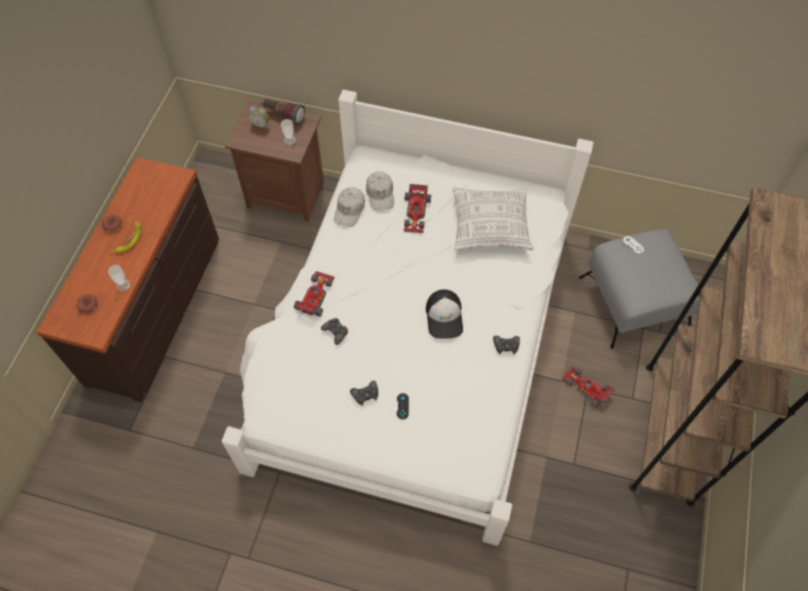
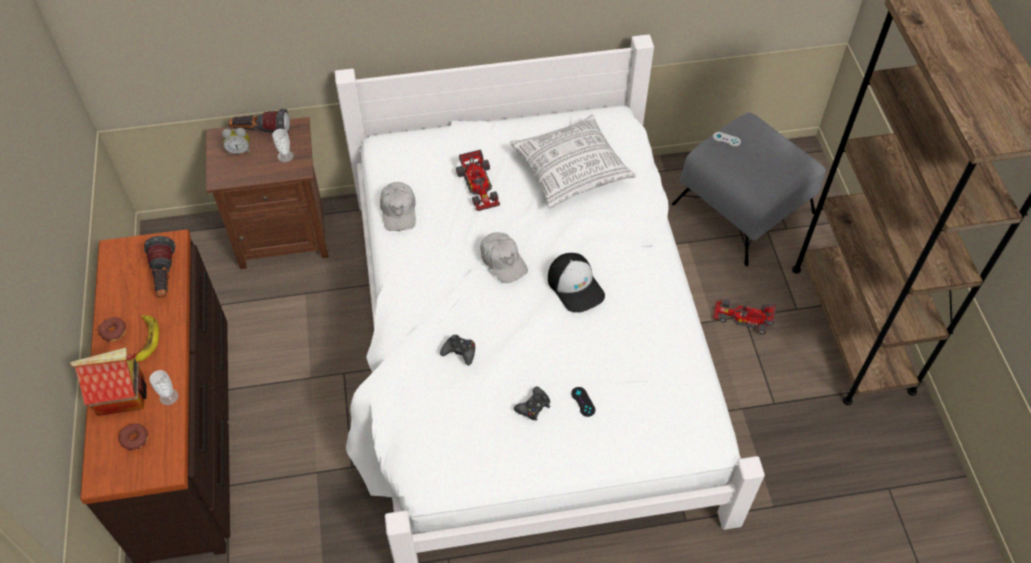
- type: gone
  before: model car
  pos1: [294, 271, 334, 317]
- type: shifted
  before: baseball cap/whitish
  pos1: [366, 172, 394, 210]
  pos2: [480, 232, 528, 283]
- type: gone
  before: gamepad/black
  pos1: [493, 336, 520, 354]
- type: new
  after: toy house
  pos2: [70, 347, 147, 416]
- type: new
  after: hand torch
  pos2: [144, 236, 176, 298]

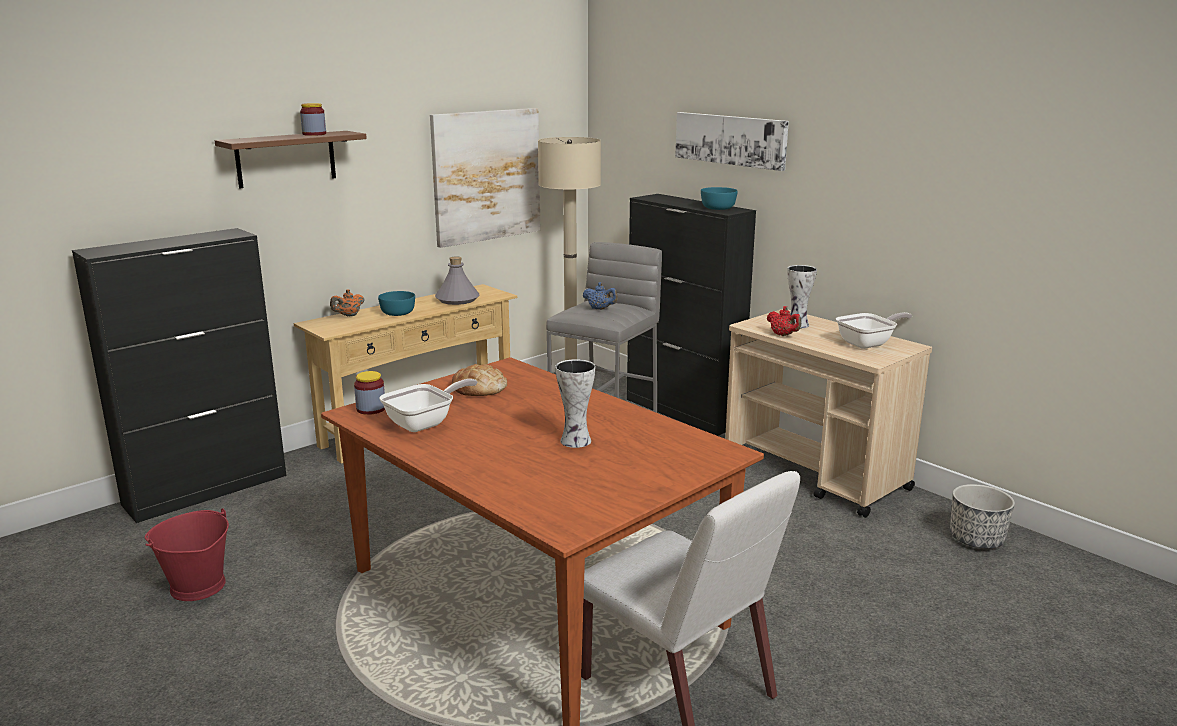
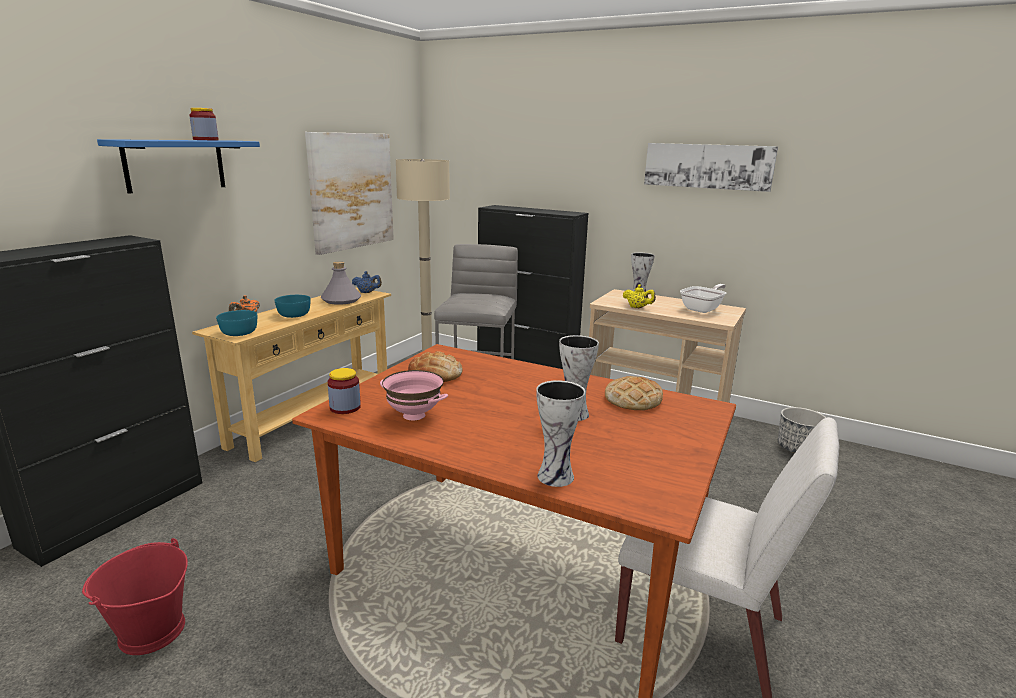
- type: repainted
  before: wall shelf/brownish
  after: wall shelf/blue-coloured
  pos1: [215, 131, 367, 188]
  pos2: [97, 139, 260, 194]
- type: swapped
  before: frying pan
  after: deep dish/pink-coloured
  pos1: [379, 379, 478, 432]
  pos2: [380, 370, 448, 421]
- type: shifted
  before: pot for tea/blue-coloured
  pos1: [583, 282, 618, 310]
  pos2: [352, 271, 382, 293]
- type: shifted
  before: wall picture
  pos1: [675, 112, 789, 171]
  pos2: [644, 143, 778, 192]
- type: shifted
  before: deep dish/turquoise-coloured
  pos1: [701, 187, 738, 210]
  pos2: [216, 310, 257, 336]
- type: repainted
  before: pot for tea/reddish
  after: pot for tea/yellowish
  pos1: [767, 306, 801, 336]
  pos2: [623, 285, 656, 308]
- type: new
  after: flower vase
  pos2: [536, 380, 585, 487]
- type: new
  after: bread
  pos2: [605, 376, 663, 410]

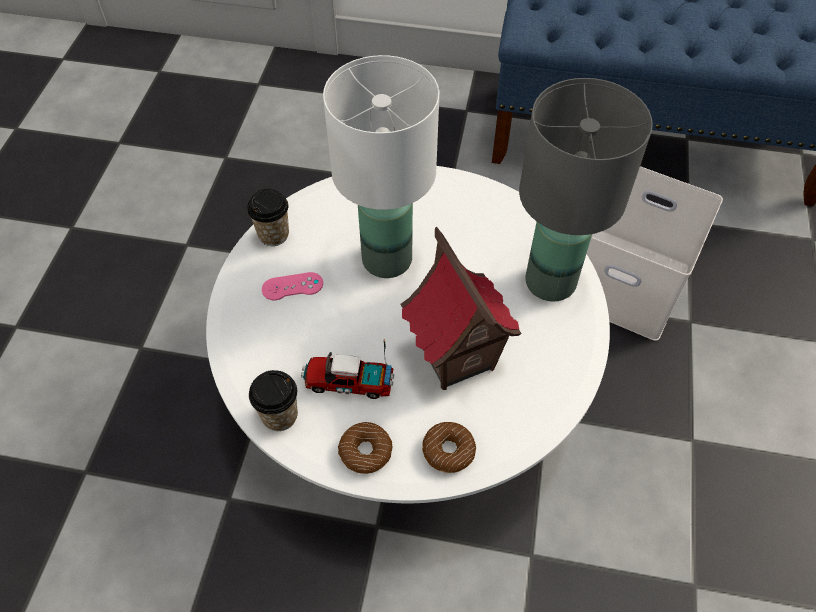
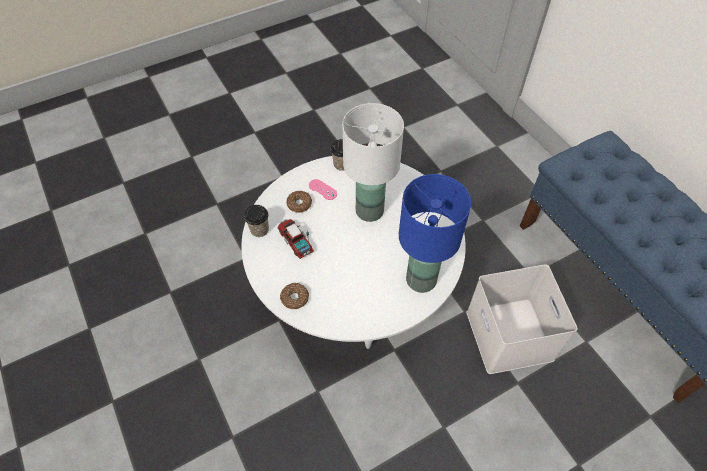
- type: shifted
  before: ring doughnut
  pos1: [338, 422, 392, 474]
  pos2: [286, 191, 312, 213]
- type: gone
  before: toy house
  pos1: [400, 227, 522, 390]
- type: repainted
  before: tabletop lamp/gray
  after: tabletop lamp/blue-coloured
  pos1: [519, 78, 653, 302]
  pos2: [399, 174, 471, 293]

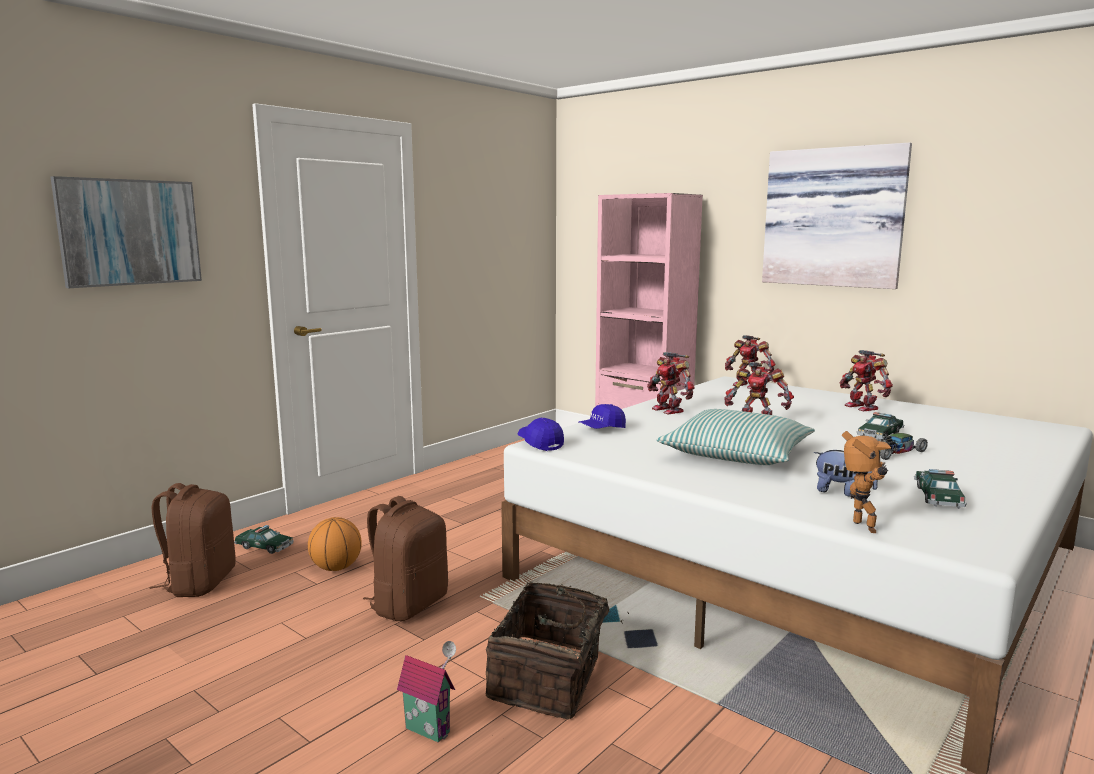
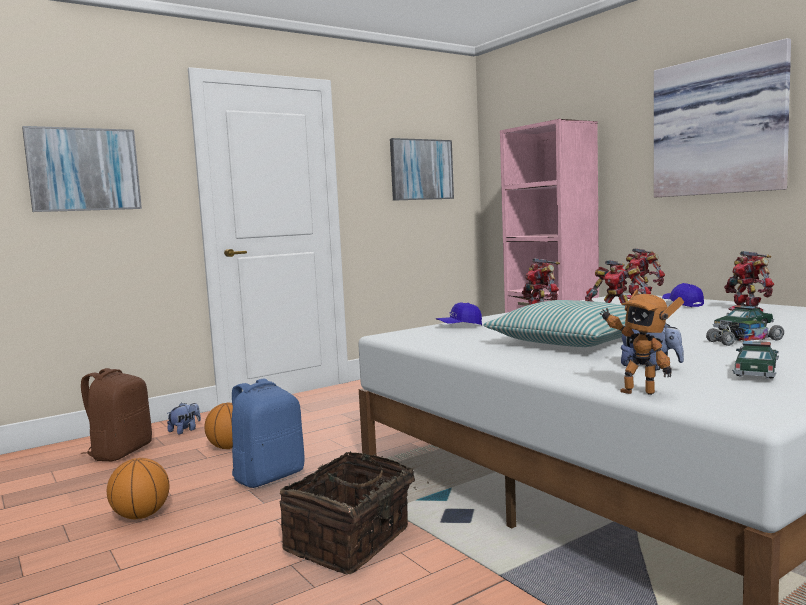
- type: swapped
  before: model car
  after: soft toy
  pos1: [234, 525, 294, 554]
  pos2: [167, 403, 201, 435]
- type: repainted
  before: knapsack/brownish
  after: knapsack/blue-coloured
  pos1: [363, 496, 448, 621]
  pos2: [232, 378, 304, 488]
- type: gone
  before: toy house
  pos1: [397, 641, 456, 742]
- type: shifted
  before: baseball cap/blue-coloured
  pos1: [518, 418, 564, 451]
  pos2: [662, 283, 704, 307]
- type: rotated
  before: toy robot
  pos1: [842, 431, 891, 533]
  pos2: [599, 289, 684, 395]
  turn: 120
- type: new
  after: basketball
  pos2: [107, 458, 169, 519]
- type: new
  after: wall picture
  pos2: [390, 138, 454, 201]

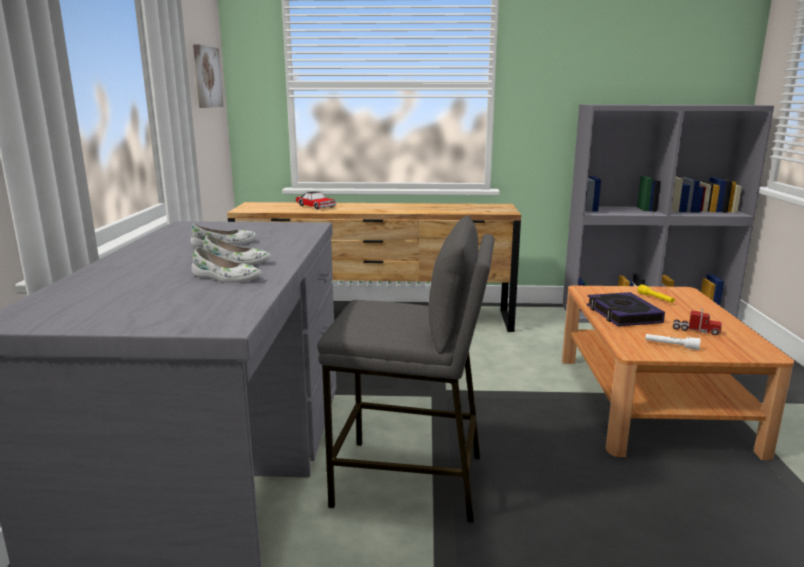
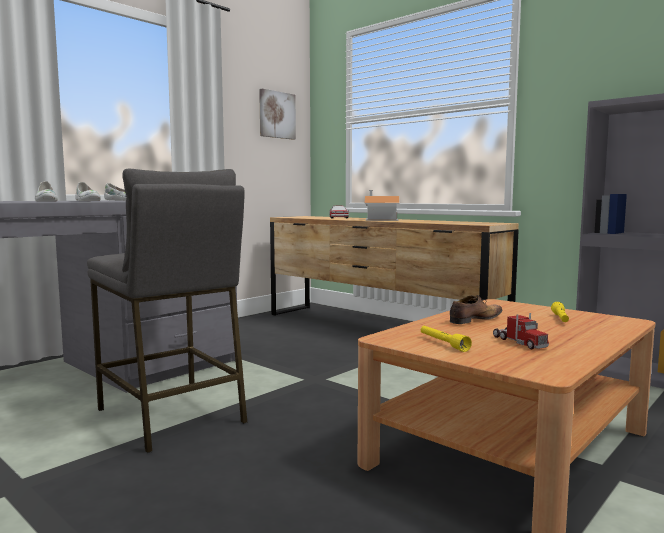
- type: swapped
  before: volume
  after: item of footwear
  pos1: [587, 292, 665, 326]
  pos2: [450, 295, 502, 324]
- type: repainted
  before: hand torch/whitish
  after: hand torch/yellowish
  pos1: [645, 334, 700, 350]
  pos2: [421, 326, 472, 352]
- type: new
  after: toy house
  pos2: [364, 190, 400, 221]

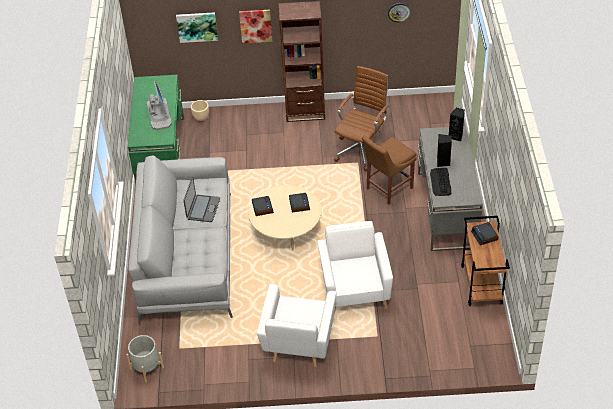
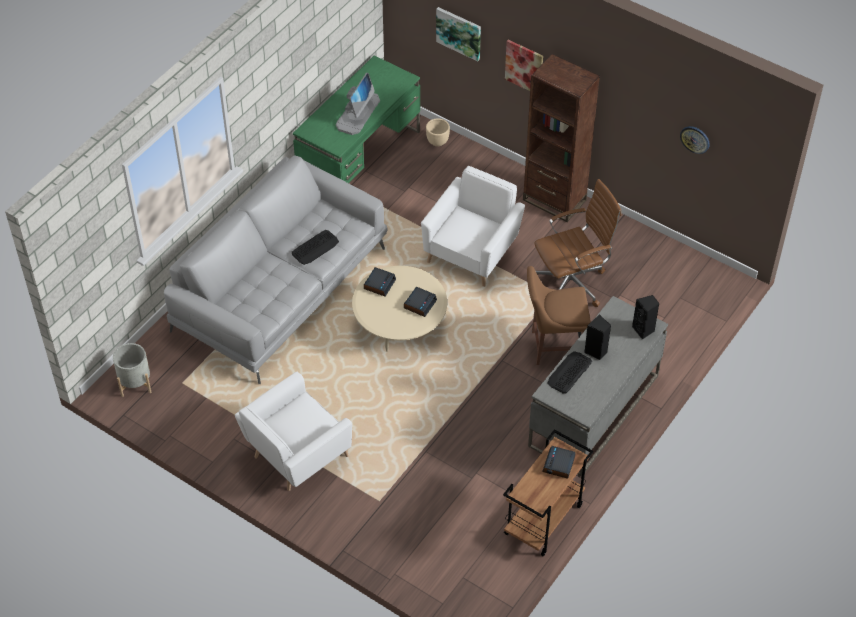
- type: swapped
  before: laptop
  after: PC keyboard
  pos1: [183, 177, 220, 222]
  pos2: [292, 230, 339, 265]
- type: shifted
  before: armchair/whitish
  pos1: [317, 221, 393, 315]
  pos2: [421, 166, 525, 287]

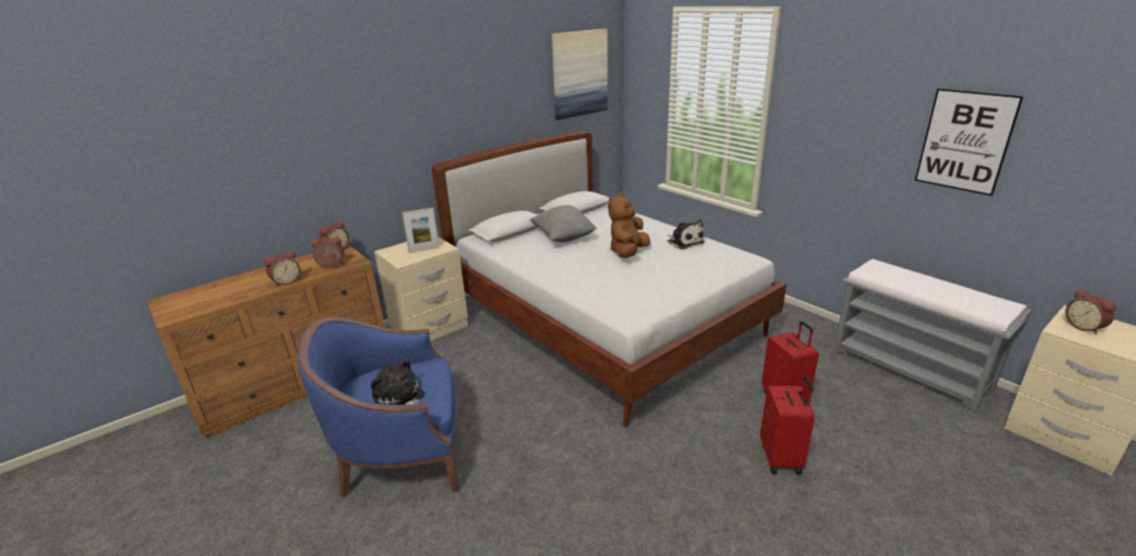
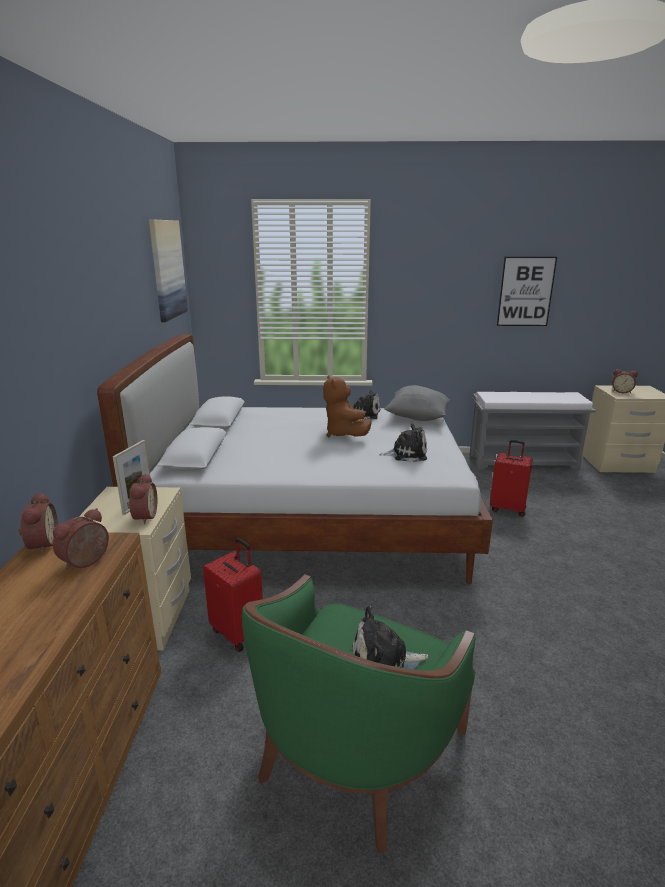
- type: shifted
  before: alarm clock
  pos1: [264, 250, 300, 287]
  pos2: [127, 474, 157, 524]
- type: repainted
  before: armchair/blue-coloured
  after: armchair/green
  pos1: [297, 317, 459, 497]
  pos2: [242, 574, 476, 853]
- type: shifted
  before: cushion/gray
  pos1: [530, 205, 597, 243]
  pos2: [384, 385, 450, 421]
- type: shifted
  before: travel case/reddish
  pos1: [760, 376, 815, 475]
  pos2: [203, 538, 263, 652]
- type: new
  after: soft toy
  pos2: [379, 423, 427, 462]

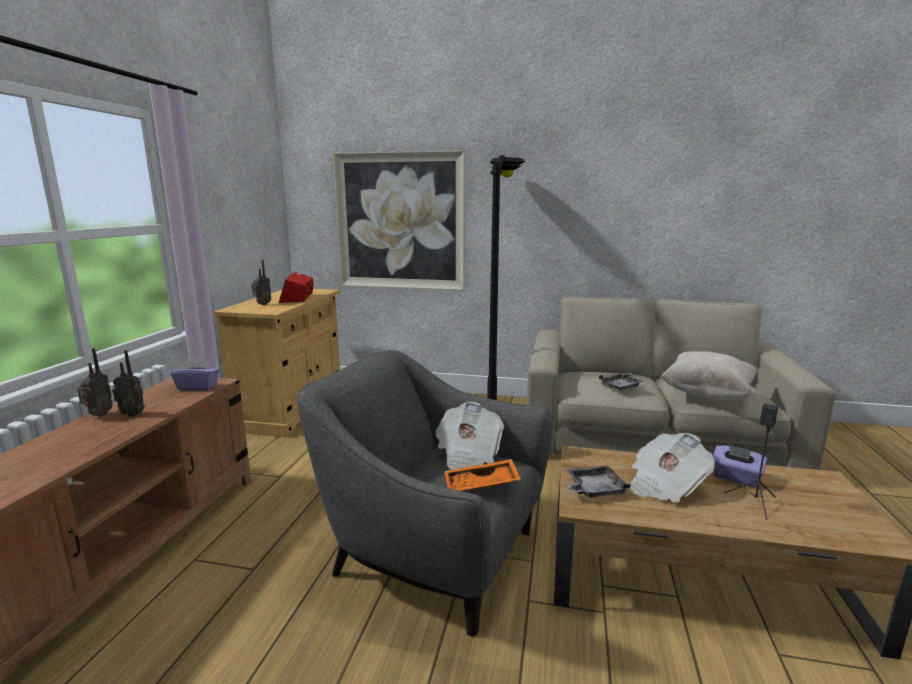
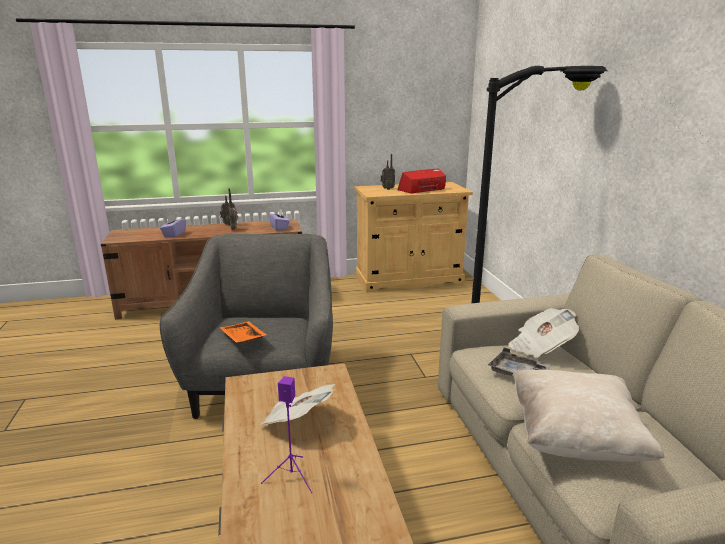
- type: gone
  before: wall picture
  pos1: [333, 150, 466, 291]
- type: shifted
  before: printed paper
  pos1: [435, 402, 504, 470]
  pos2: [508, 308, 579, 358]
- type: gone
  before: carrying tray/gray
  pos1: [566, 466, 631, 498]
- type: shifted
  before: box of tissues/purple-coloured
  pos1: [713, 445, 767, 487]
  pos2: [160, 214, 186, 237]
- type: repainted
  before: speaker/black
  after: speaker/purple-coloured
  pos1: [724, 404, 778, 520]
  pos2: [261, 376, 312, 493]

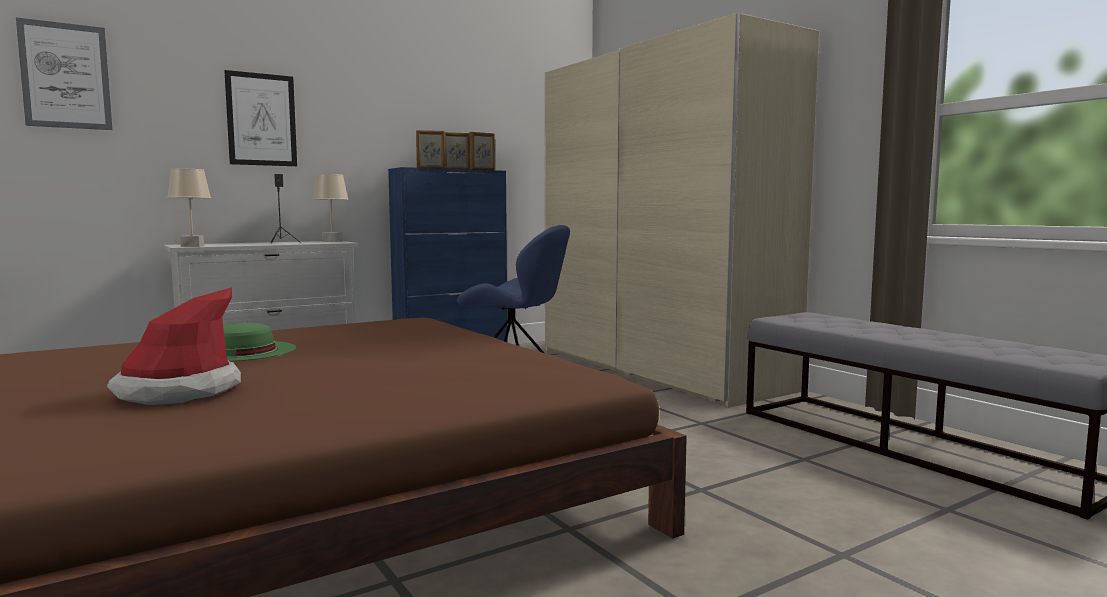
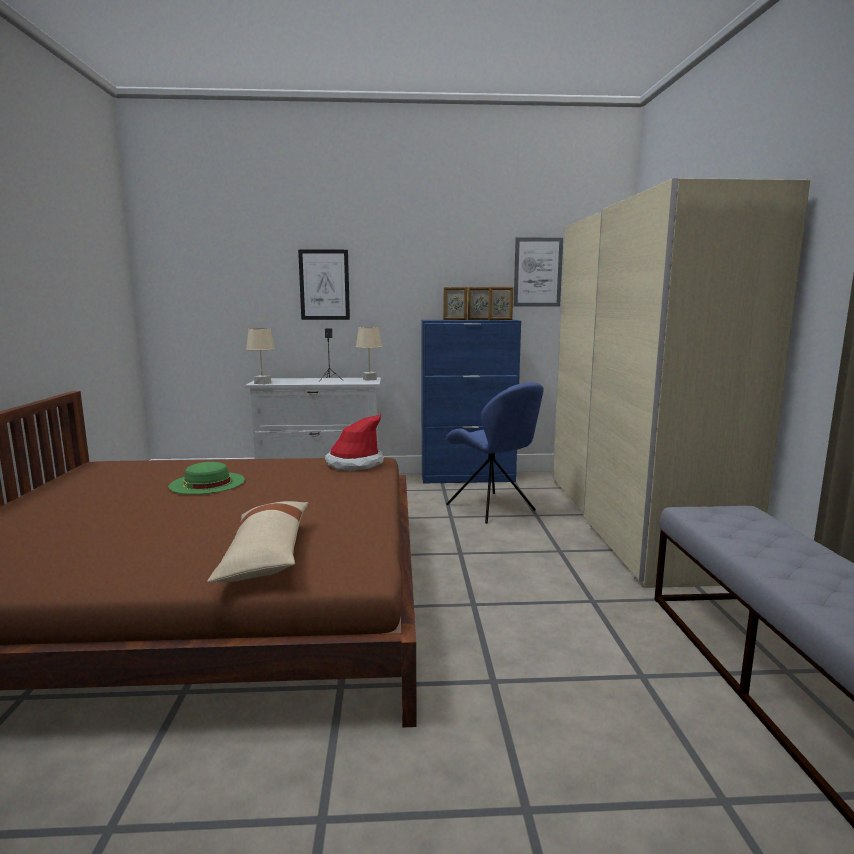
- type: shifted
  before: wall picture
  pos1: [16, 17, 112, 130]
  pos2: [514, 237, 563, 307]
- type: shifted
  before: wearable hat
  pos1: [107, 287, 241, 405]
  pos2: [325, 414, 384, 471]
- type: new
  after: cushion/beige-coloured
  pos2: [207, 501, 308, 583]

